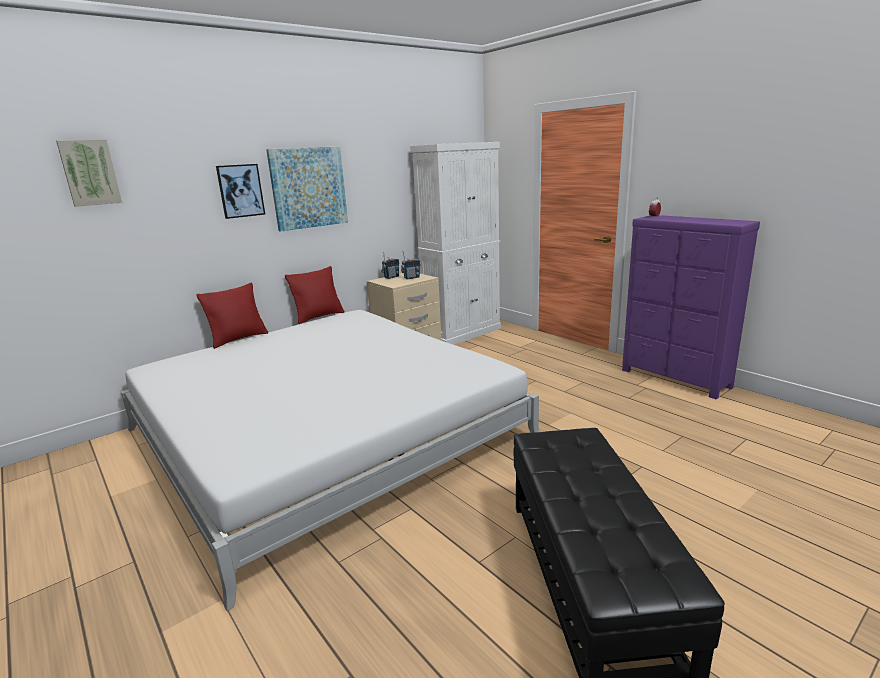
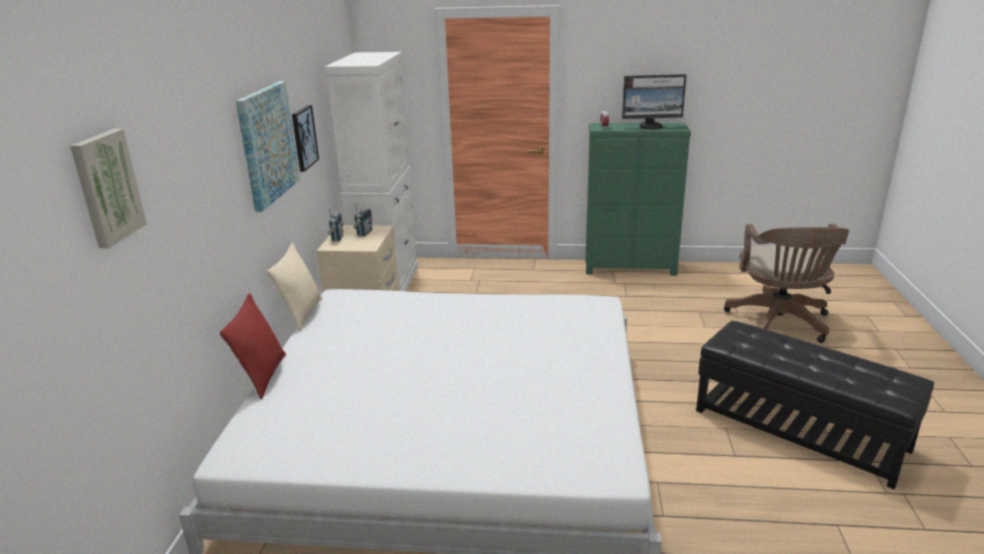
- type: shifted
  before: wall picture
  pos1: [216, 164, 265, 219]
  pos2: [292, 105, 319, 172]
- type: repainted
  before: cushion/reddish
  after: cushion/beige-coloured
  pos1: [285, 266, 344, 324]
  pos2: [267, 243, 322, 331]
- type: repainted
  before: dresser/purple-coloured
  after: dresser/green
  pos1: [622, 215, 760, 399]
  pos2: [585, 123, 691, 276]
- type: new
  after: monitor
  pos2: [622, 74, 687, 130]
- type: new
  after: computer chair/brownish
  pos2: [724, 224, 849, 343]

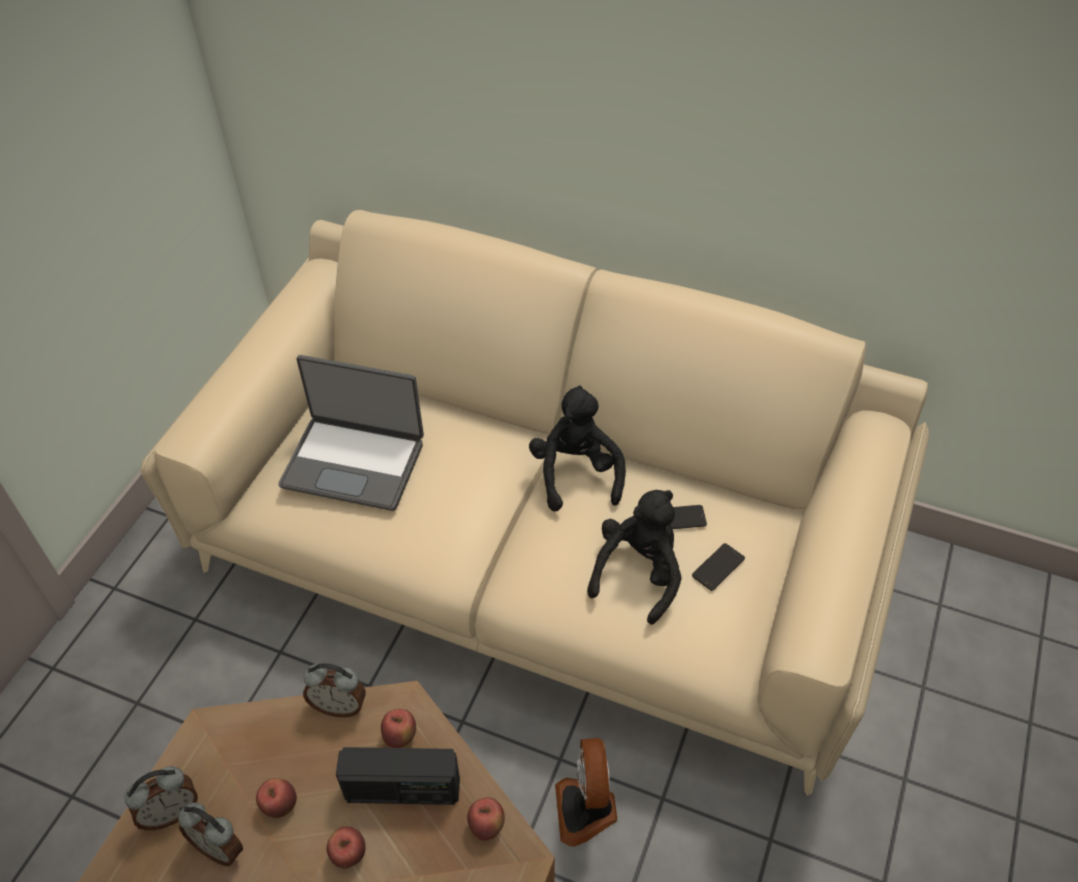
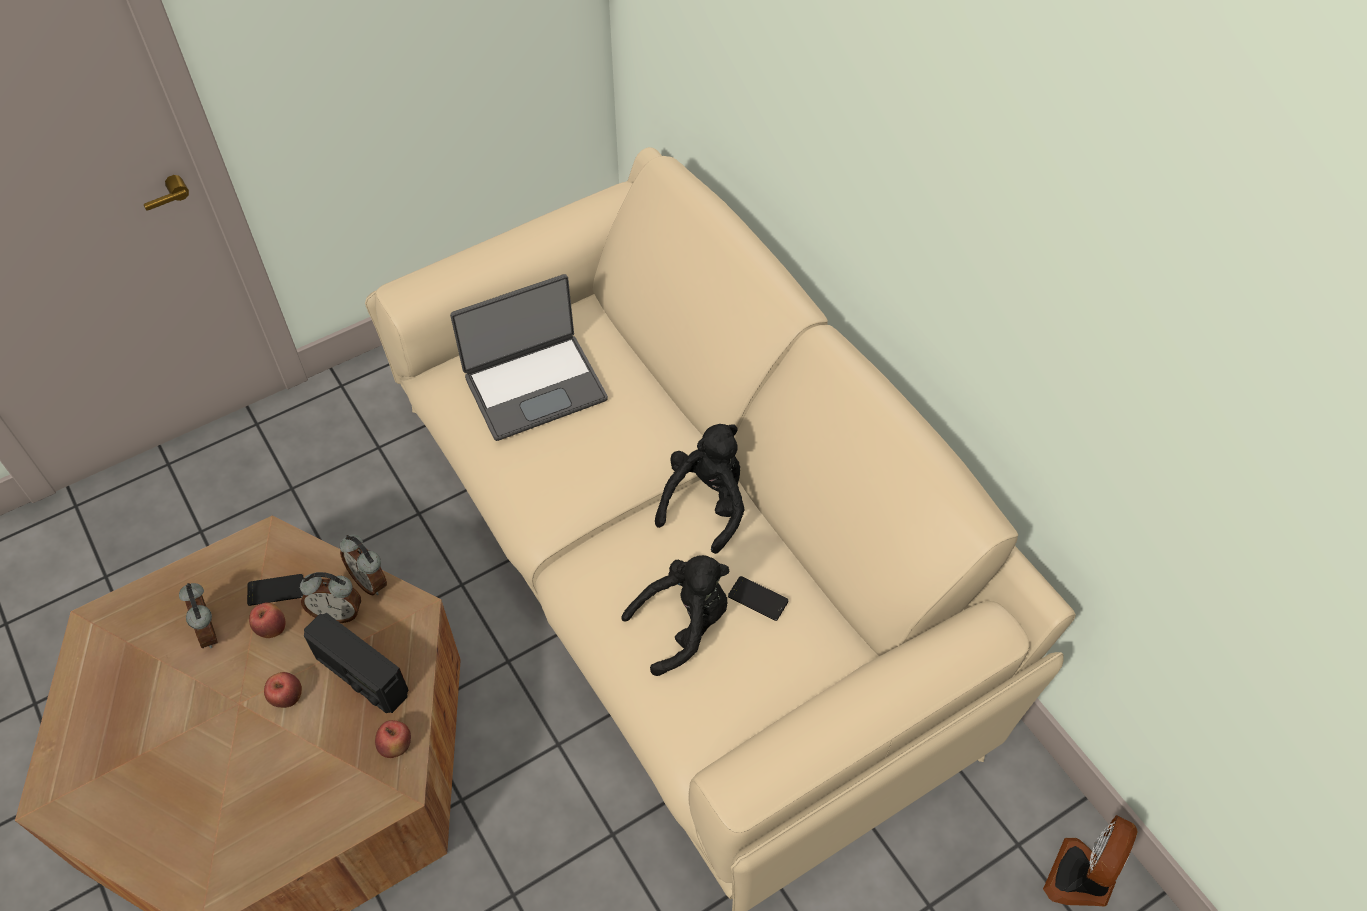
- type: shifted
  before: alarm clock
  pos1: [125, 766, 198, 831]
  pos2: [300, 572, 361, 623]
- type: rotated
  before: laptop
  pos1: [278, 355, 424, 511]
  pos2: [450, 274, 608, 441]
  turn: -75
- type: gone
  before: apple fruit
  pos1: [381, 709, 416, 748]
- type: shifted
  before: cooling fan
  pos1: [555, 738, 617, 847]
  pos2: [1043, 815, 1137, 907]
- type: shifted
  before: phone
  pos1: [692, 543, 745, 591]
  pos2: [247, 574, 303, 606]

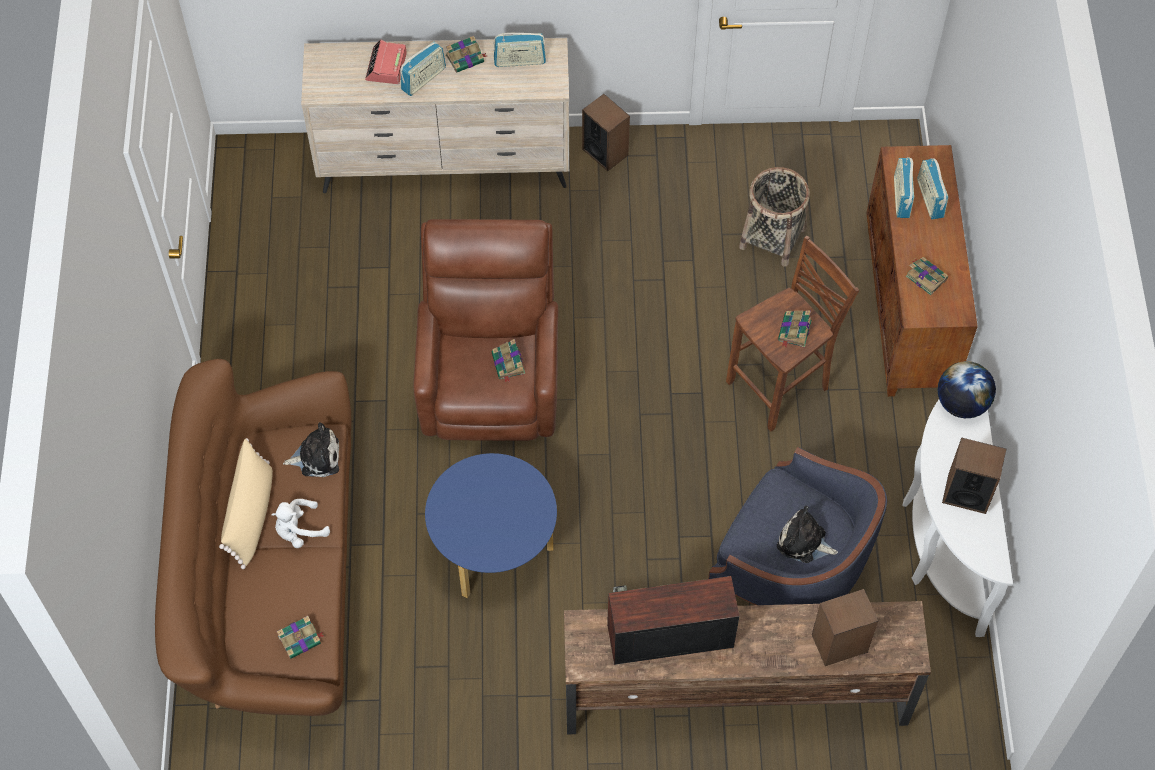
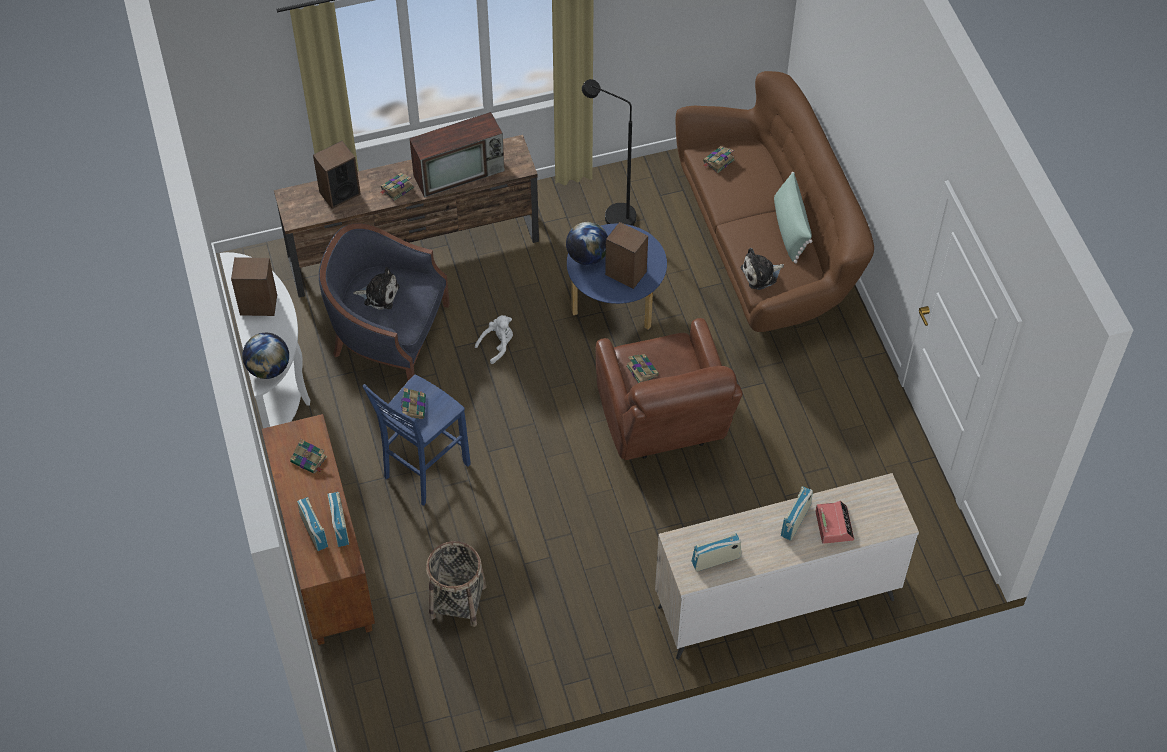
- type: repainted
  before: cushion/beige-coloured
  after: cushion/green
  pos1: [219, 438, 273, 569]
  pos2: [774, 172, 812, 263]
- type: shifted
  before: soft toy/whitish
  pos1: [271, 499, 330, 548]
  pos2: [475, 315, 513, 364]
- type: shifted
  before: volume
  pos1: [446, 36, 487, 73]
  pos2: [380, 173, 414, 201]
- type: shifted
  before: speaker
  pos1: [582, 94, 630, 171]
  pos2: [605, 222, 648, 289]
- type: repainted
  before: stool/brownish
  after: stool/blue-coloured
  pos1: [726, 236, 859, 432]
  pos2: [362, 375, 471, 506]
- type: new
  after: world globe
  pos2: [566, 222, 608, 265]
- type: new
  after: standing lamp/black
  pos2: [582, 79, 636, 226]

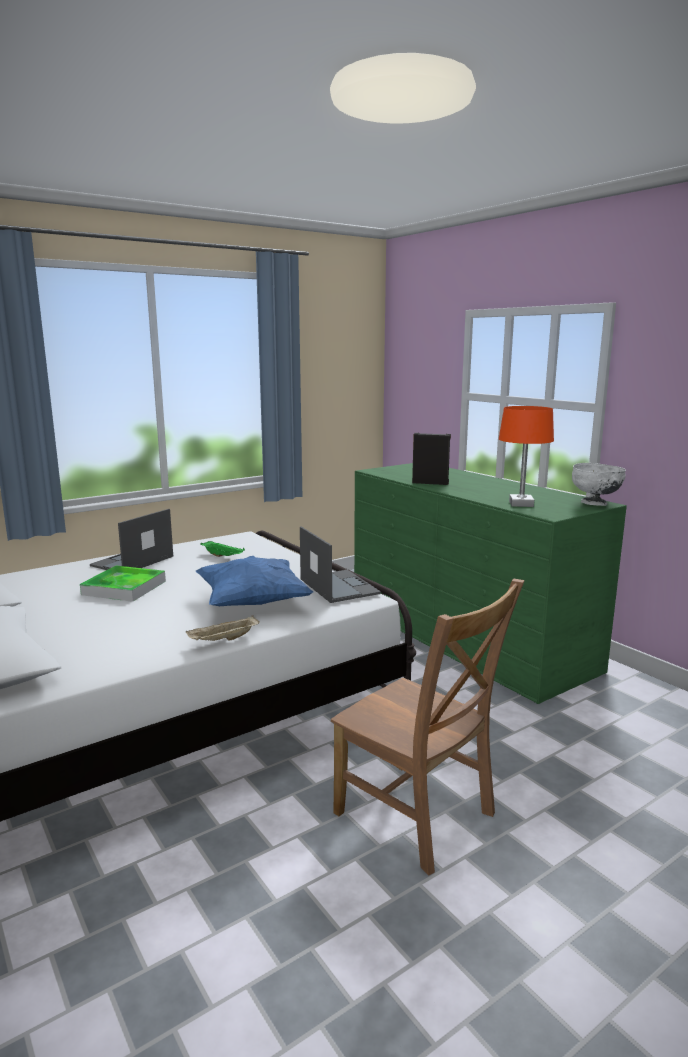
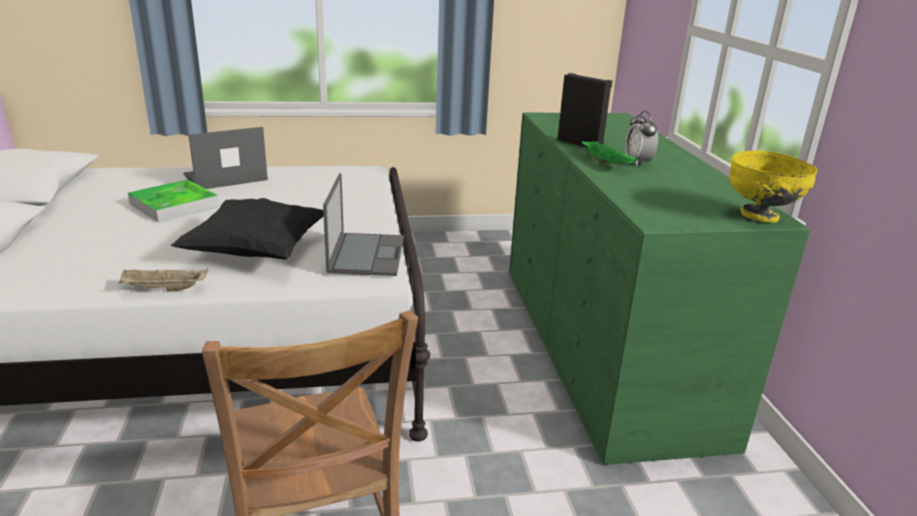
- type: repainted
  before: cushion/blue-coloured
  after: cushion/black
  pos1: [196, 556, 313, 606]
  pos2: [170, 198, 324, 260]
- type: shifted
  before: carrying tray/green
  pos1: [200, 541, 245, 557]
  pos2: [582, 140, 638, 164]
- type: gone
  before: tabletop lamp/orangey
  pos1: [499, 406, 554, 507]
- type: repainted
  before: deep dish/whitish
  after: deep dish/yellowish
  pos1: [572, 463, 626, 506]
  pos2: [729, 150, 817, 223]
- type: new
  after: alarm clock
  pos2: [625, 111, 658, 166]

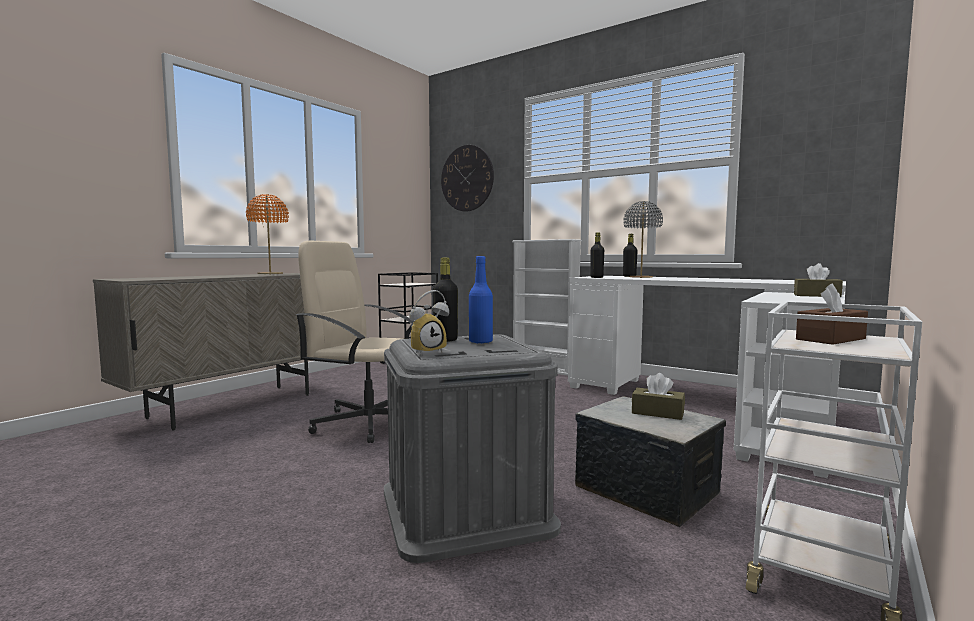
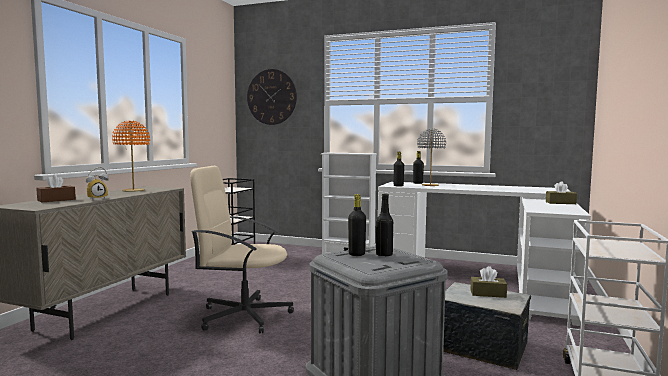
- type: shifted
  before: alarm clock
  pos1: [409, 290, 449, 356]
  pos2: [86, 167, 109, 200]
- type: repainted
  before: bottle/blue-coloured
  after: bottle/black
  pos1: [469, 256, 493, 343]
  pos2: [376, 194, 393, 257]
- type: shifted
  before: box of tissues/brownish
  pos1: [796, 284, 868, 345]
  pos2: [37, 174, 76, 202]

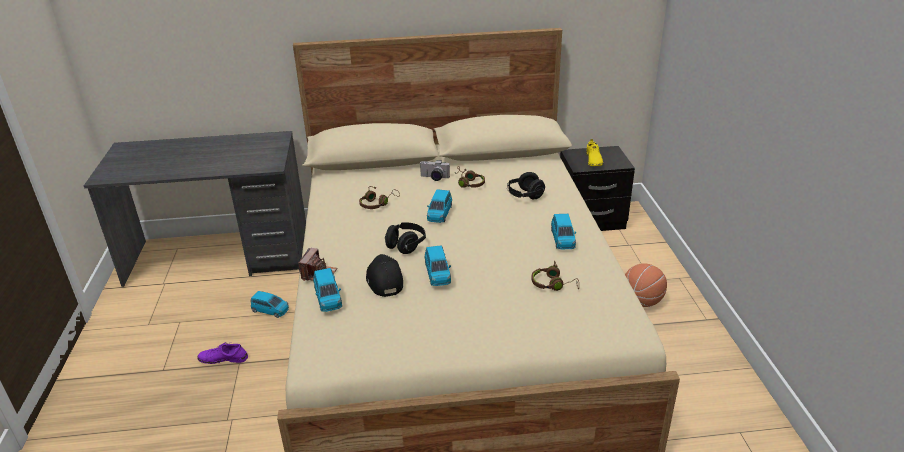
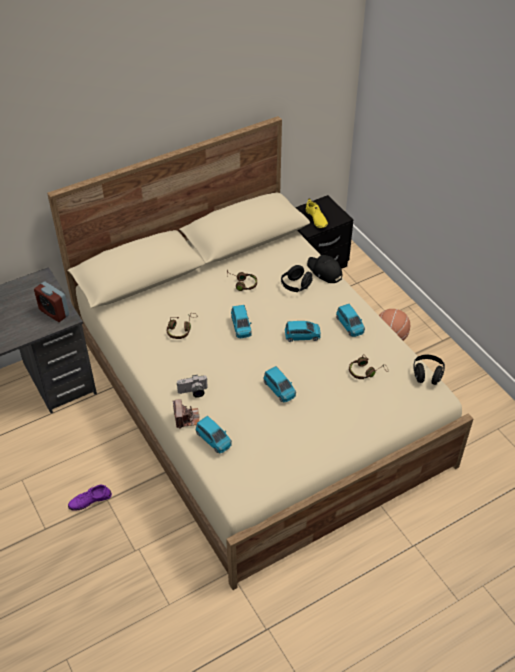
- type: shifted
  before: model car/blue-coloured
  pos1: [250, 291, 289, 318]
  pos2: [285, 321, 321, 342]
- type: shifted
  before: baseball cap/black
  pos1: [366, 254, 403, 297]
  pos2: [307, 255, 342, 283]
- type: shifted
  before: headphones/black
  pos1: [385, 222, 426, 254]
  pos2: [413, 354, 445, 385]
- type: shifted
  before: photo camera
  pos1: [420, 160, 450, 181]
  pos2: [177, 375, 208, 398]
- type: new
  after: alarm clock
  pos2: [34, 282, 69, 322]

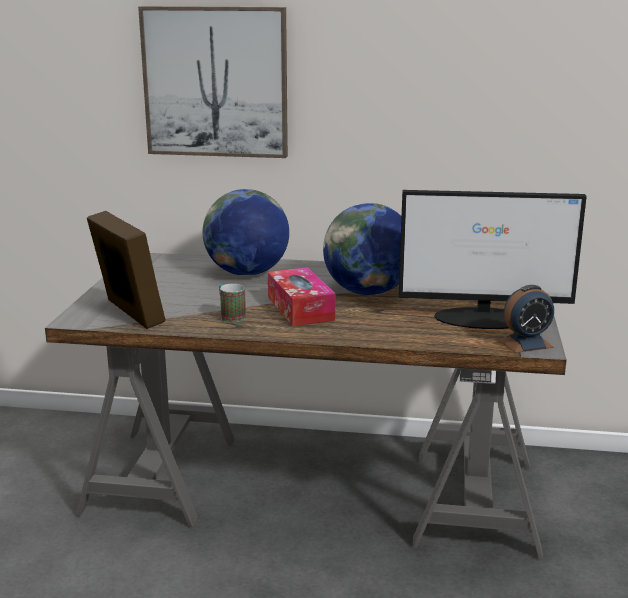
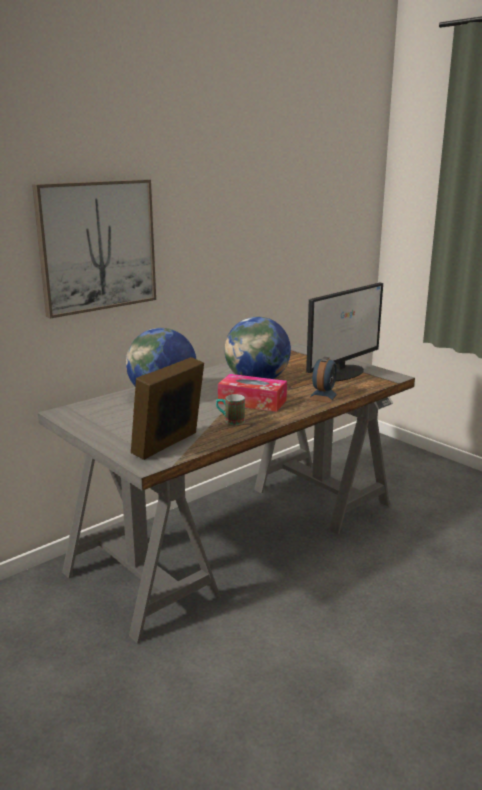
- type: rotated
  before: photo frame
  pos1: [87, 211, 166, 329]
  pos2: [131, 357, 204, 460]
  turn: -60
- type: shifted
  before: alarm clock
  pos1: [499, 285, 554, 353]
  pos2: [309, 357, 338, 403]

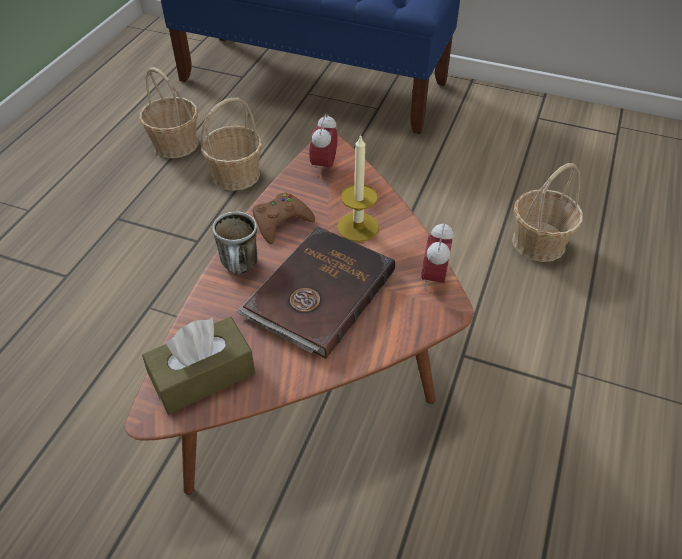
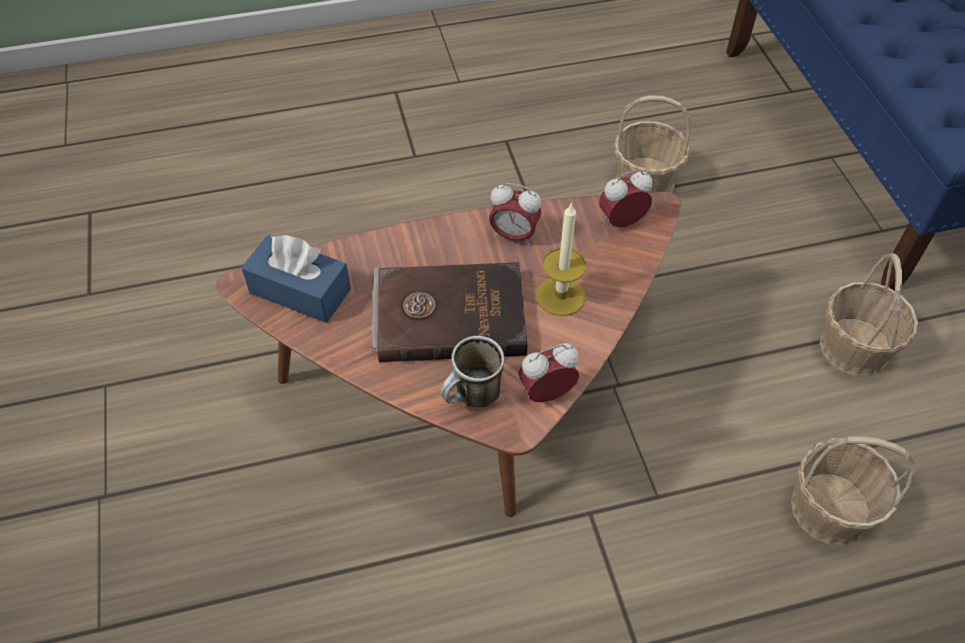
- type: shifted
  before: household basket
  pos1: [139, 67, 198, 158]
  pos2: [820, 253, 918, 376]
- type: repainted
  before: box of tissues/brownish
  after: box of tissues/blue-coloured
  pos1: [142, 317, 255, 414]
  pos2: [241, 235, 351, 323]
- type: shifted
  before: tea mug
  pos1: [213, 211, 257, 274]
  pos2: [441, 336, 505, 407]
- type: swapped
  before: gamepad/brownish
  after: alarm clock
  pos1: [253, 193, 315, 244]
  pos2: [489, 183, 541, 246]

